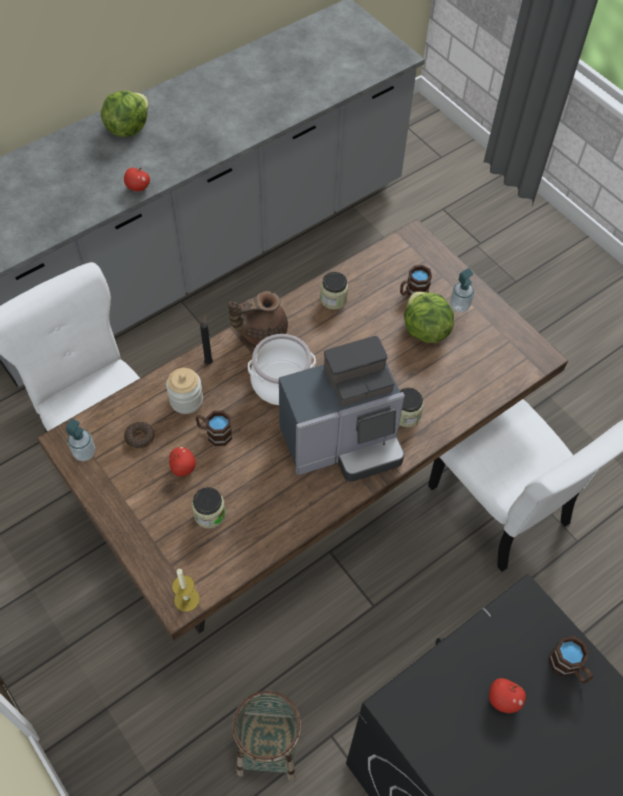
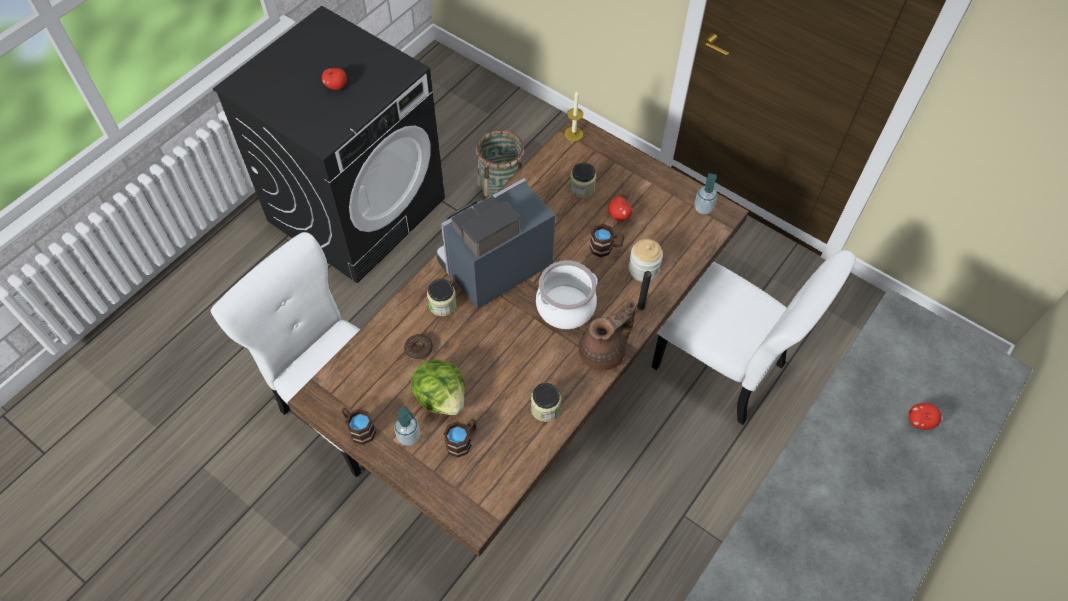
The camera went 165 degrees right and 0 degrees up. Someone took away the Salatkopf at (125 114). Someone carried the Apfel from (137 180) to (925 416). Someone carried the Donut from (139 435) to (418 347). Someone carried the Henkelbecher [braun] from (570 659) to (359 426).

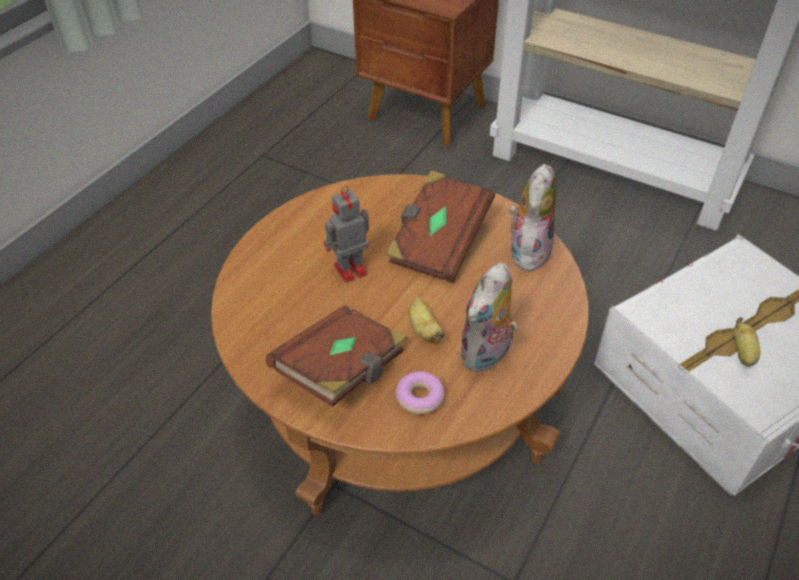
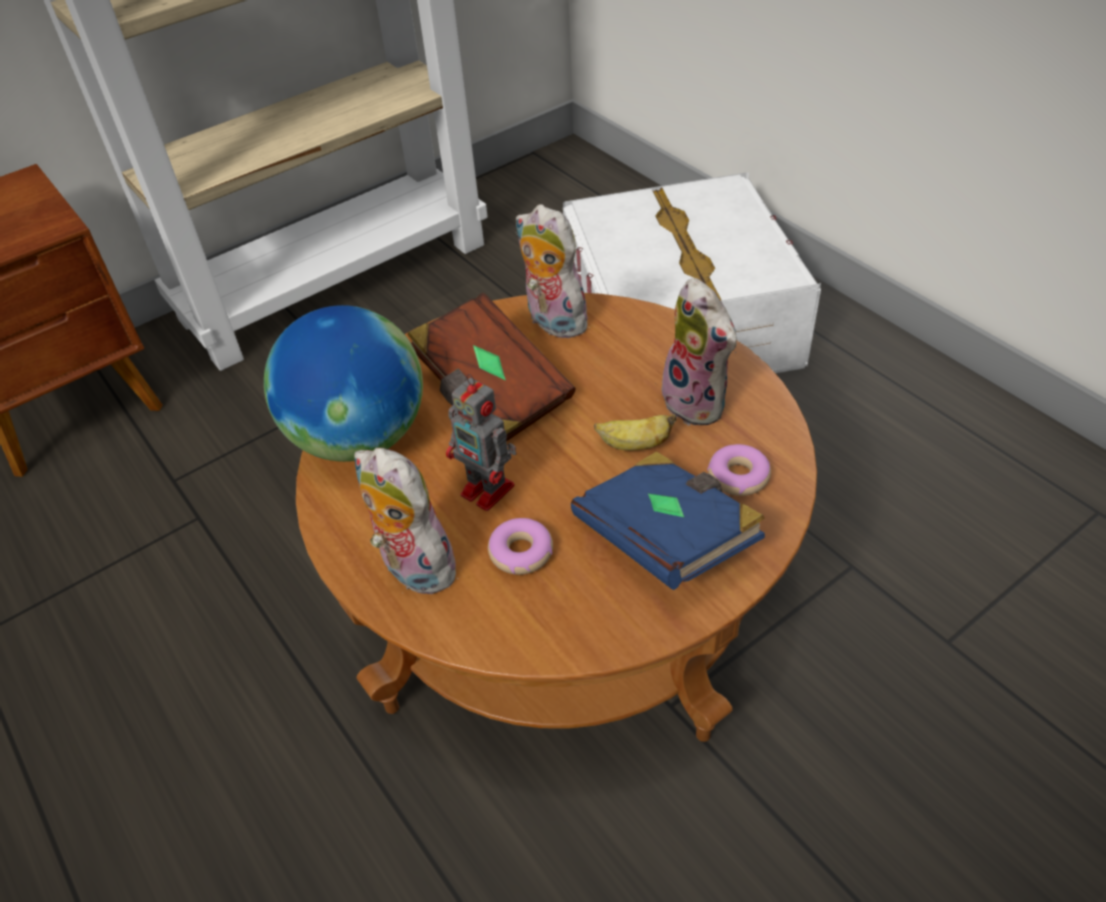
The camera went 65 degrees left and 0 degrees up. Someone rotated the Spielzeugroboter at (346 234) by 45 degrees counterclockwise. Someone repainted the Buch [braun] at (337 356), which became the Buch [blau] at (668 520). Someone took away the Banane at (747 342). Someone put down the Globus at (343 383). Someone put down the Plüschtier at (409 521). Someone put down the Donut at (520 546).

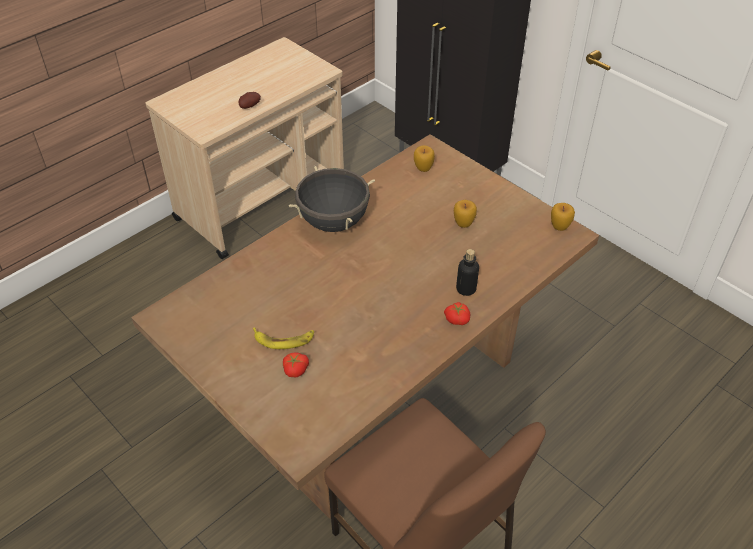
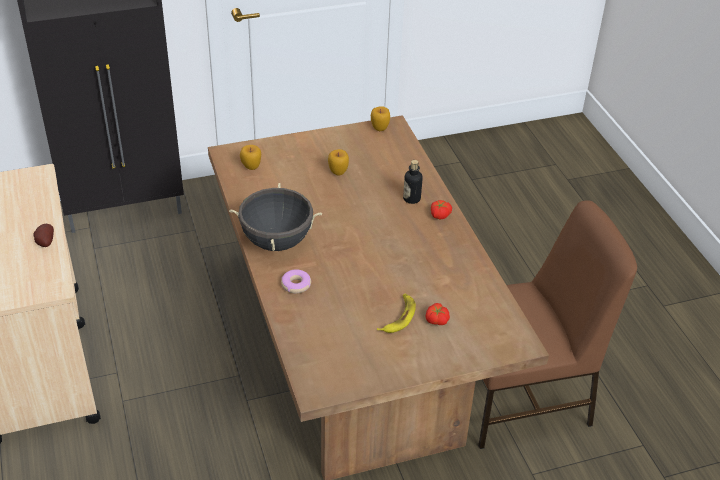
The camera went 65 degrees left and 5 degrees down. Someone put down the Donut at (296 281).

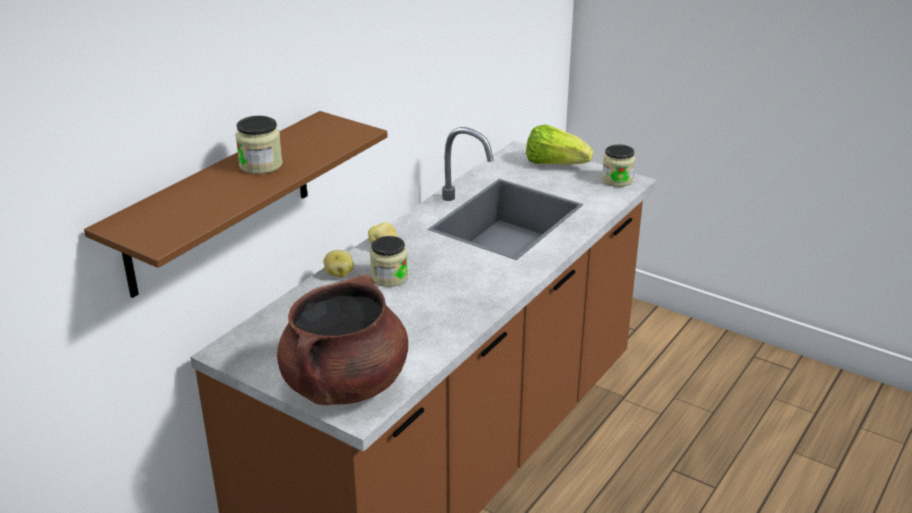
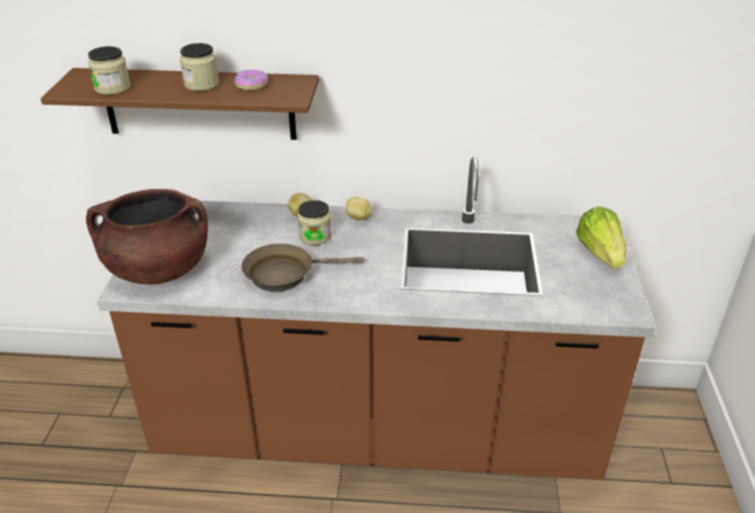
The camera went 60 degrees right and 5 degrees up. Someone carried the Vorratsglas from (618 165) to (109 70). Someone put down the Donut at (251 80). Someone put down the Pfanne [braun] at (303 267).

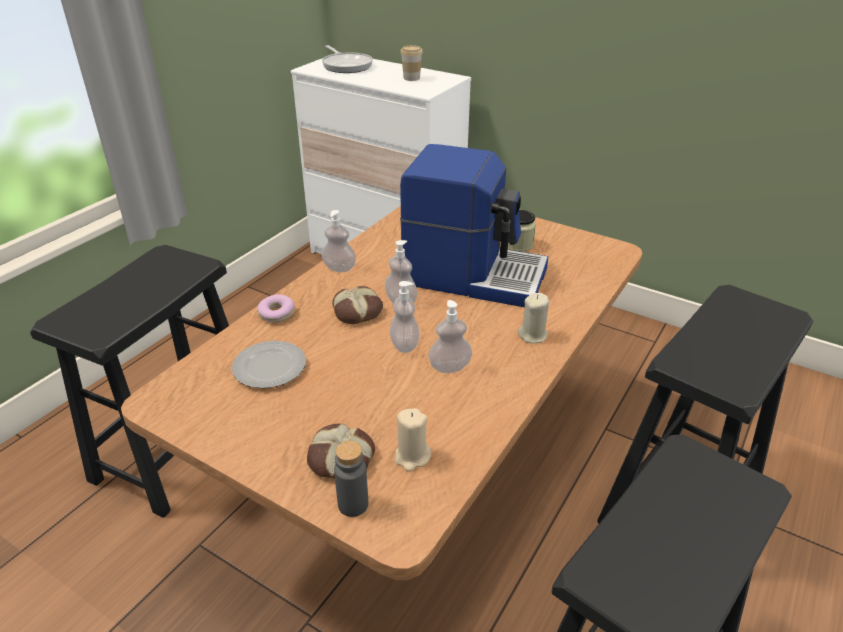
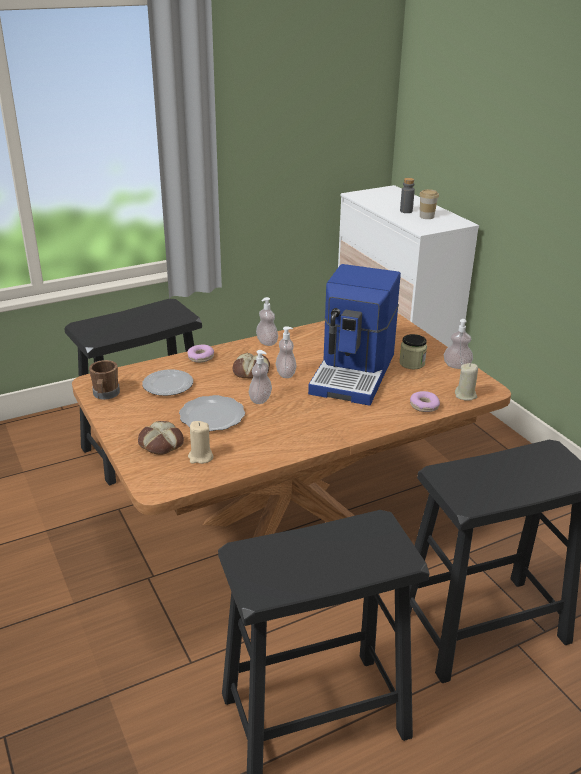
The camera went 30 degrees right and 5 degrees down. Someone took away the Pfanne at (347 59). Someone rotated the Kaffeemaschine at (474 225) by 60 degrees clockwise. Someone carried the Kerze [beige] from (533 318) to (466 382). Someone carried the Seifenspender from (450 336) to (458 344). Someone carried the Flasche [grau] from (351 479) to (407 195). Someone put down the Henkelbecher [braun] at (104 380). Someone put down the Donut at (425 401). Someone put down the Teller at (212 413).

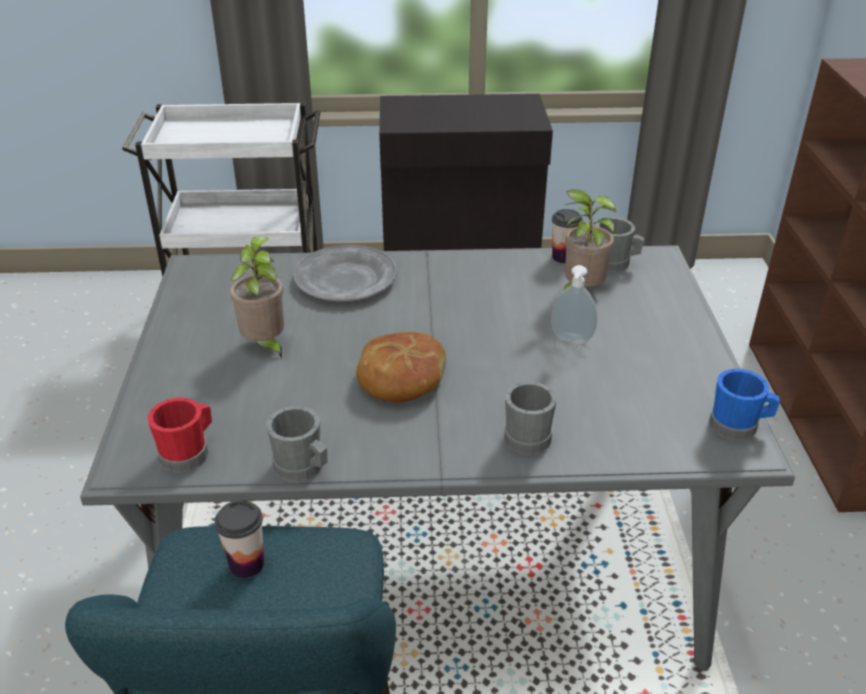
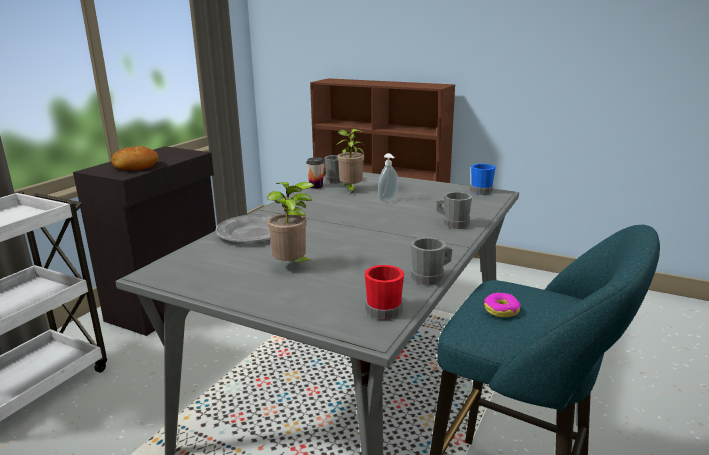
The camera went 60 degrees left and 15 degrees down. Someone carried the Brot from (401 367) to (134 158). Someone swapped the Tasse at (239 539) for the Donut at (502 305).

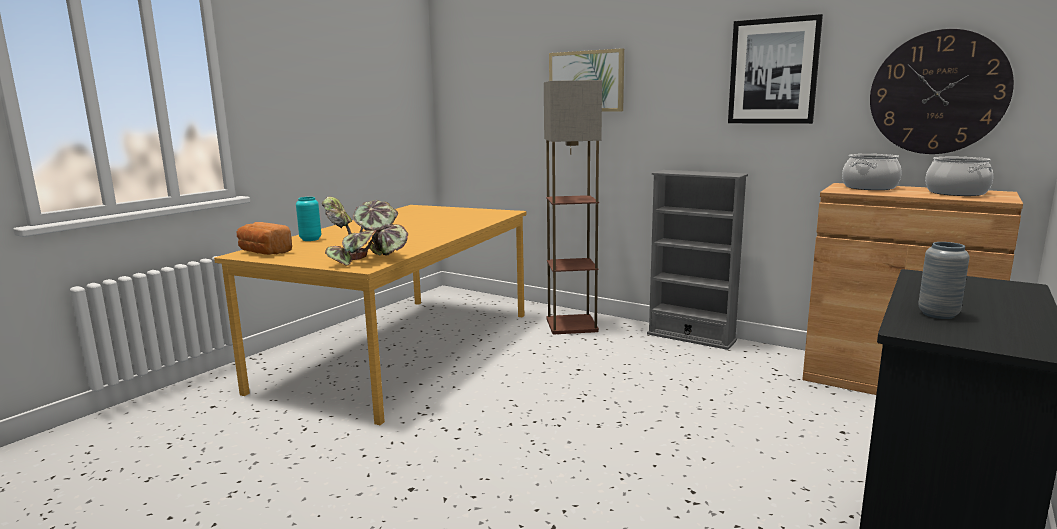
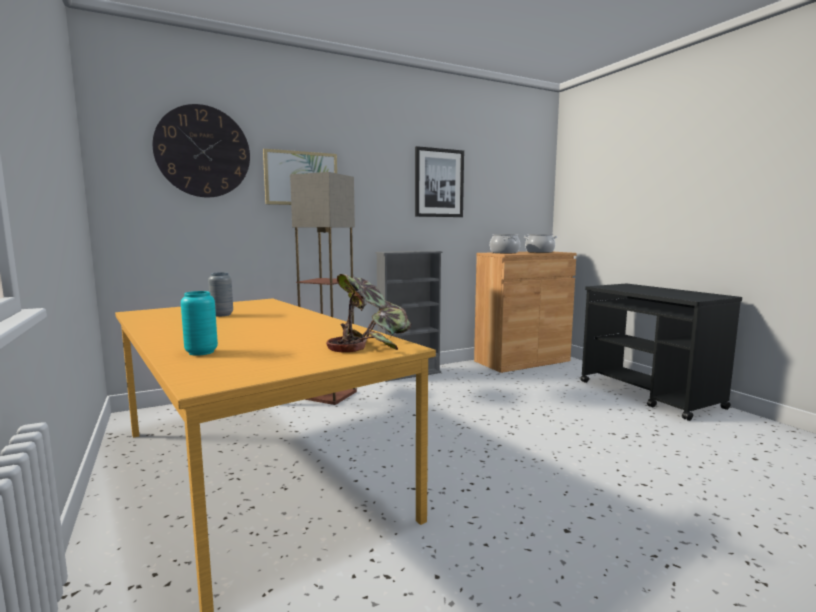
The camera went 60 degrees left and 5 degrees down. Someone carried the Wanduhr from (942 91) to (201 150). Someone took away the Brot at (264 238). Someone carried the Vase [grau] from (944 280) to (220 294).

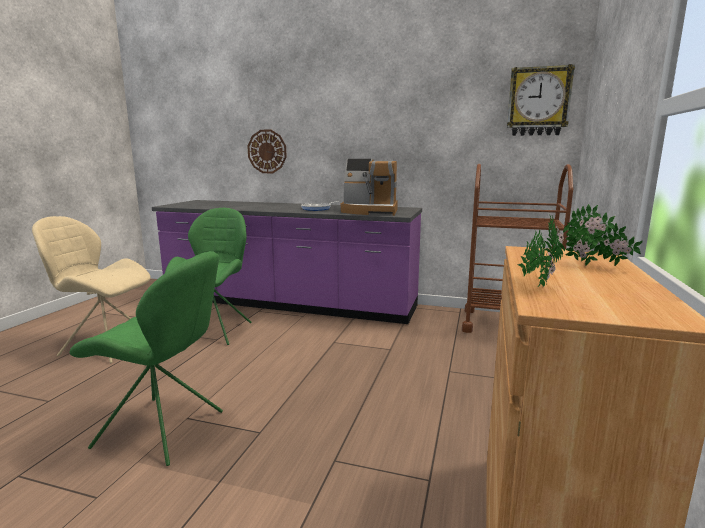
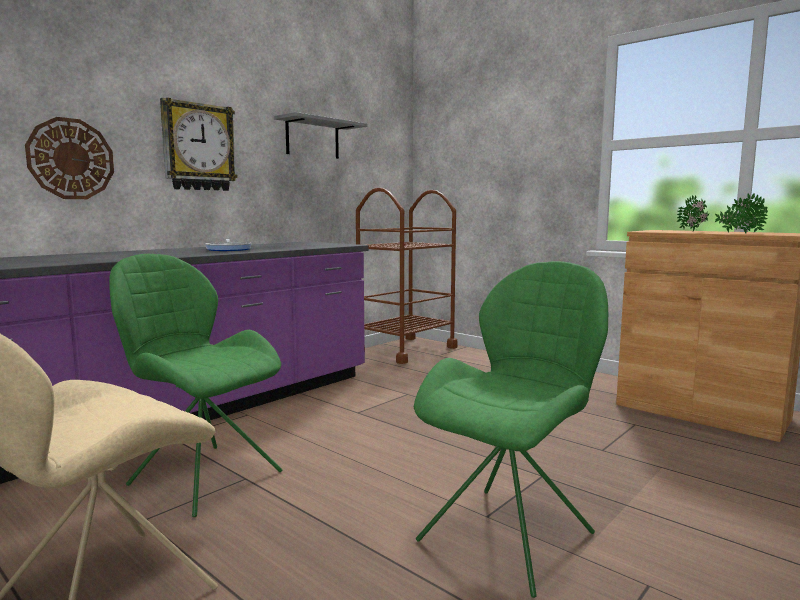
The camera went 65 degrees left and 5 degrees down. Someone carried the Wanduhr from (541 100) to (199 144). Someone took away the Kaffeemaschine at (369 187). Someone put up the Wandregal [grau] at (321 135).

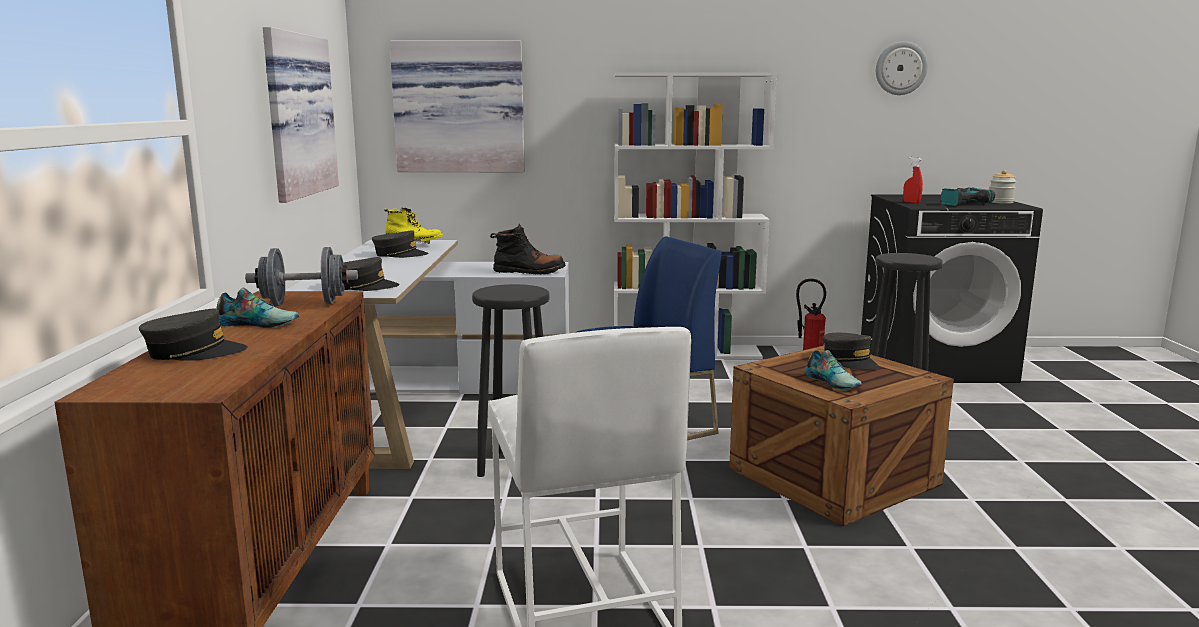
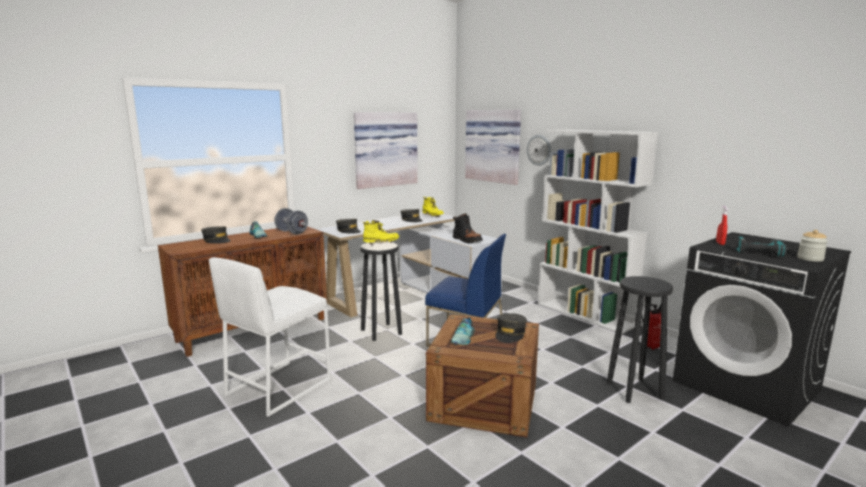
The camera went 50 degrees right and 0 degrees up. Someone carried the Wanduhr from (902 68) to (539 150). Someone put down the Stiefel [gelb] at (381 233).

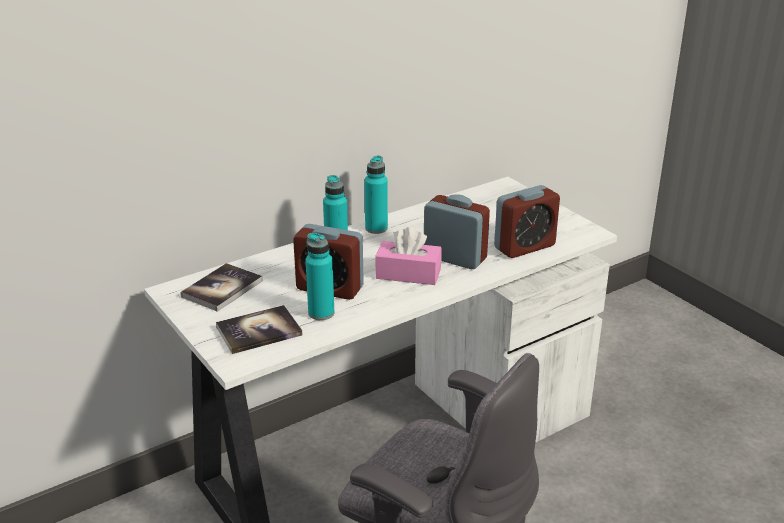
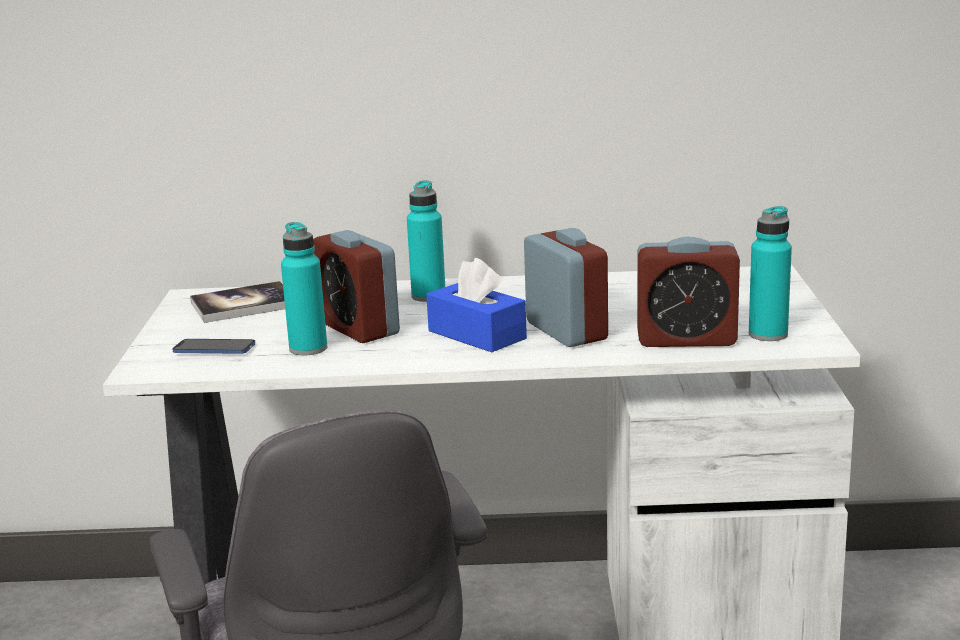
The camera went 35 degrees right and 10 degrees down. Someone carried the Flasche [türkis] from (376 195) to (770 273). Someone repainted the Taschentuchbox [rosa] at (408 256), which became the Taschentuchbox [blau] at (476 305). Someone swapped the Buch at (259 329) for the Handy at (214 346).

